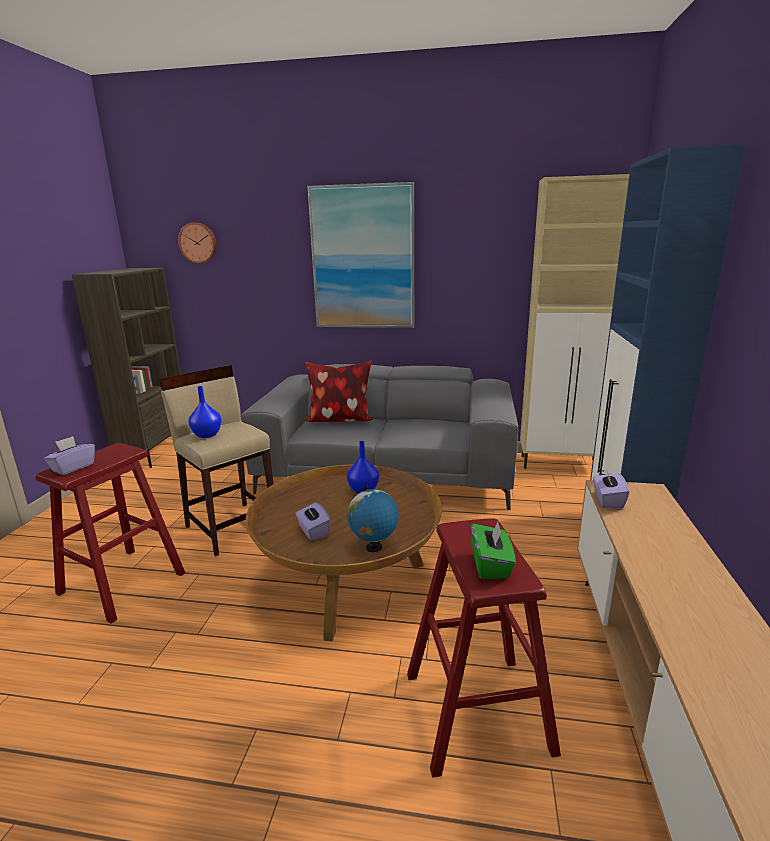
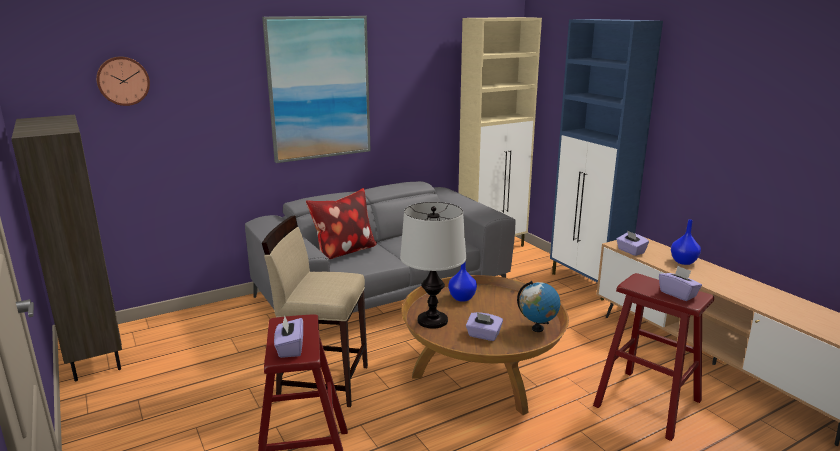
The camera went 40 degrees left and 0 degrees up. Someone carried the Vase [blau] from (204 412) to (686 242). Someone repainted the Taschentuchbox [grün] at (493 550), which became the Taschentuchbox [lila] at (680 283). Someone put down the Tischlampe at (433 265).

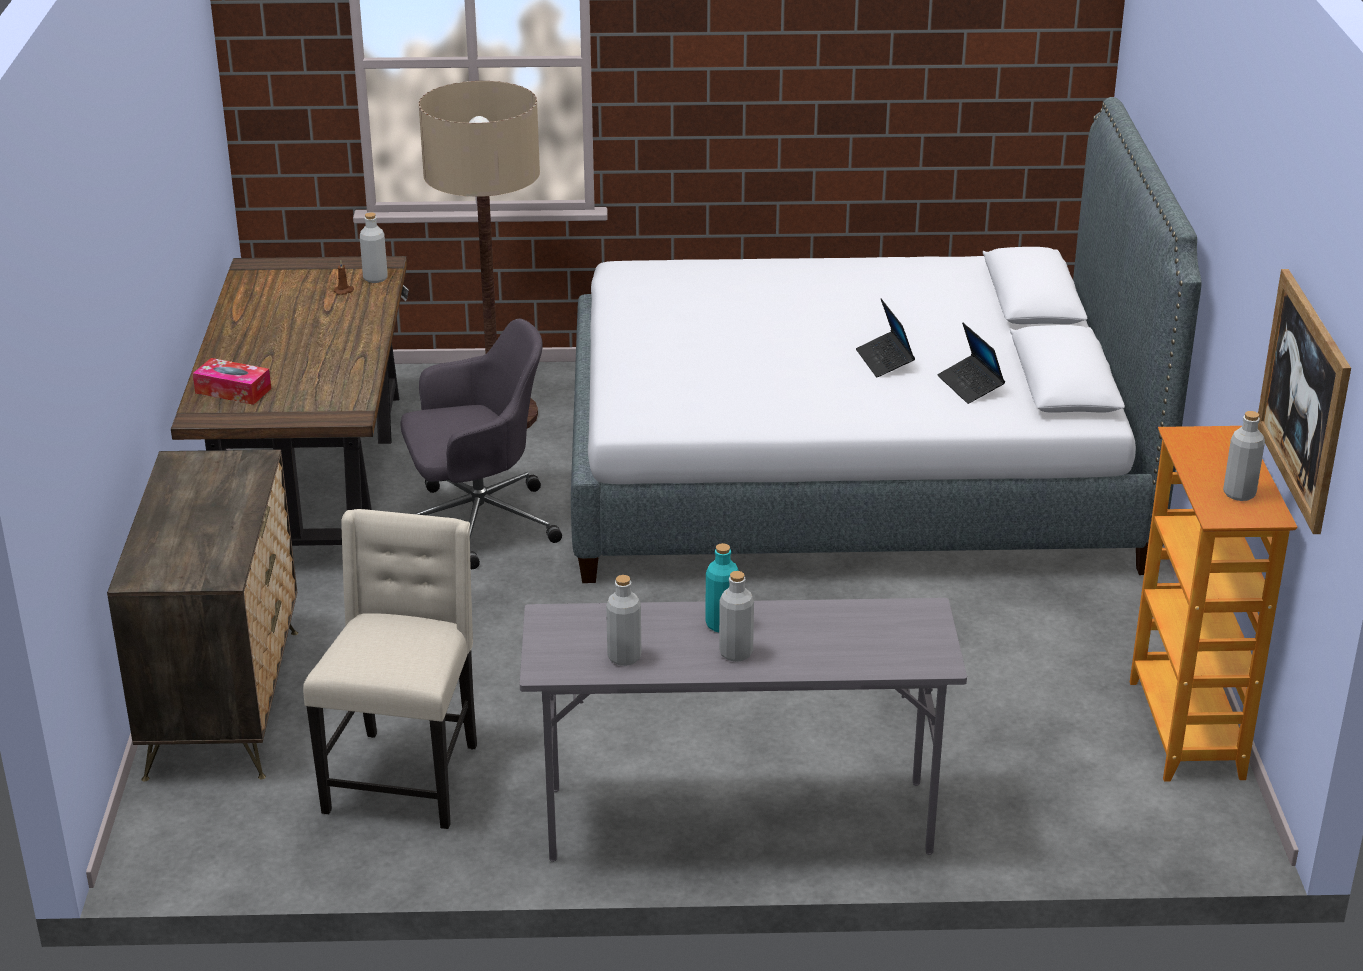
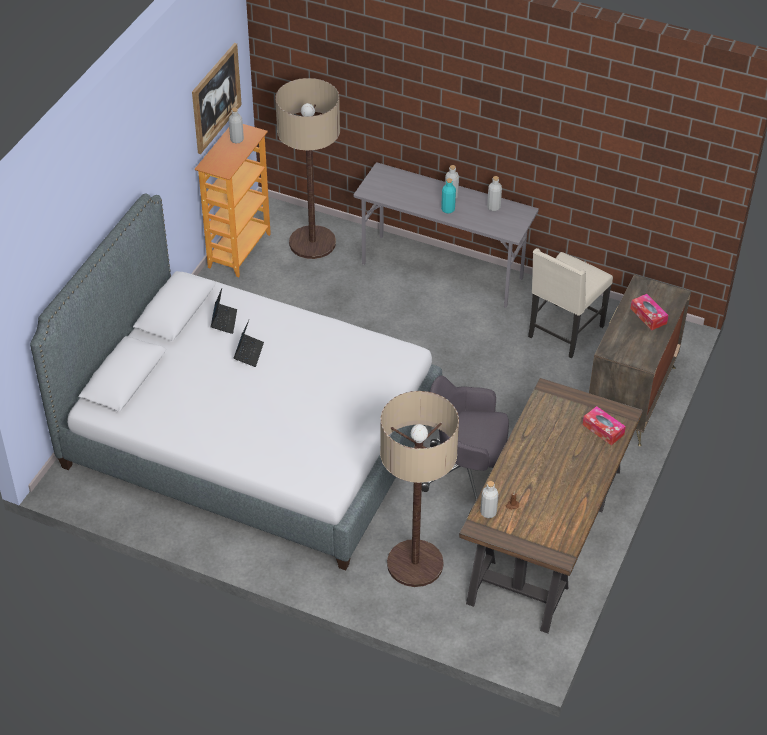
The camera went 155 degrees left and 15 degrees up. Someone put down the Stehlampe at (307 168). Someone put down the Taschentuchbox at (649 312).

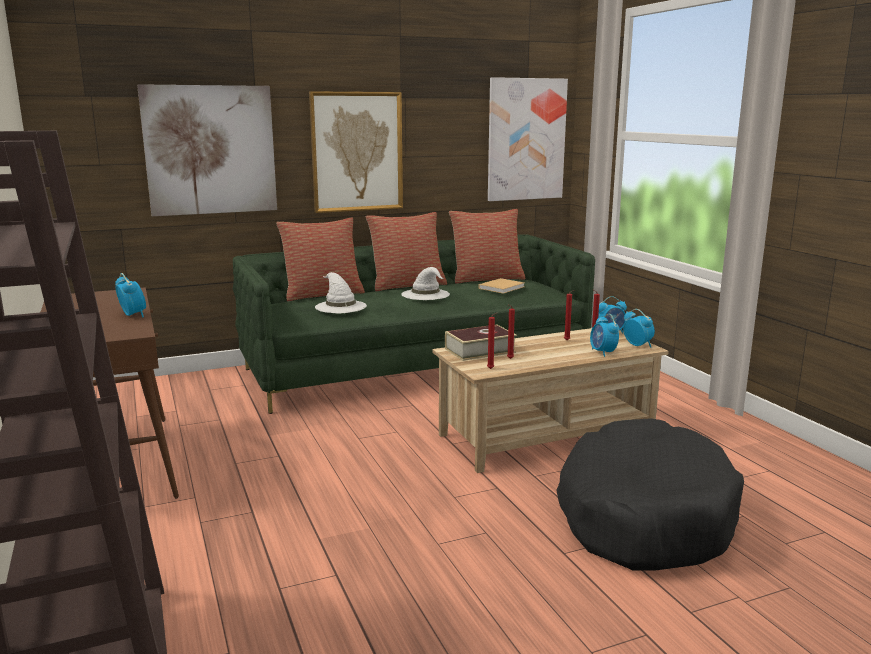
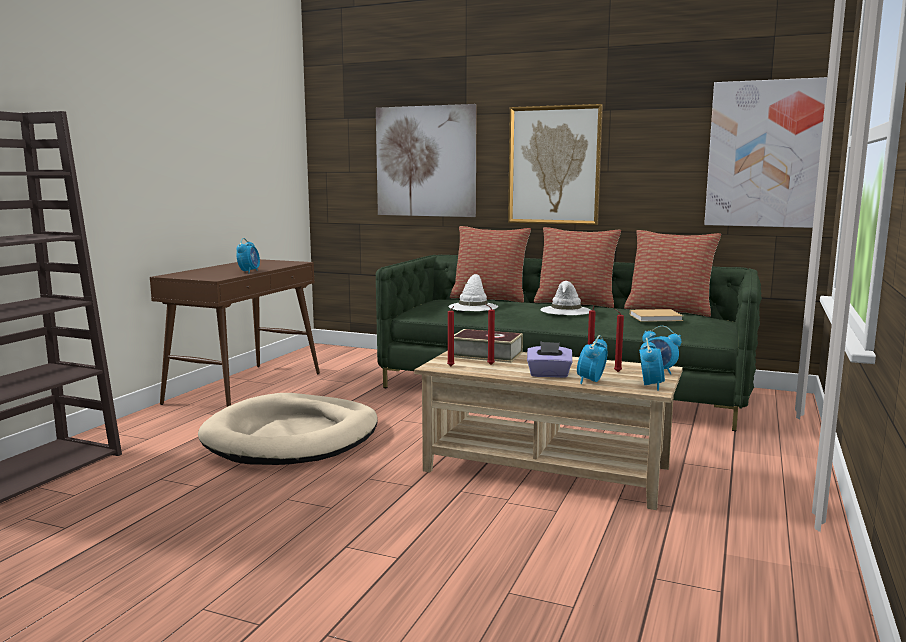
The camera went 45 degrees right and 5 degrees down. Someone took away the Hundebett [schwarz] at (650 494). Someone put down the Taschentuchbox [lila] at (549 359). Someone put down the Hundebett [beige] at (288 429).

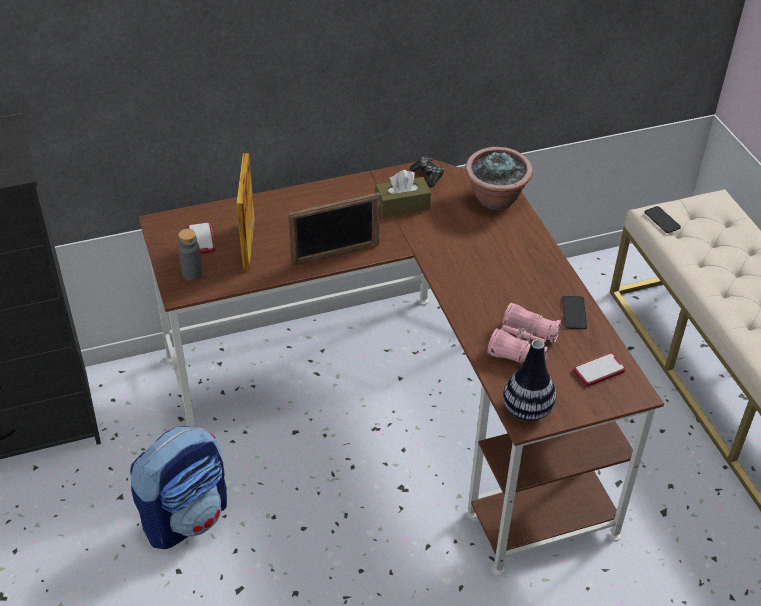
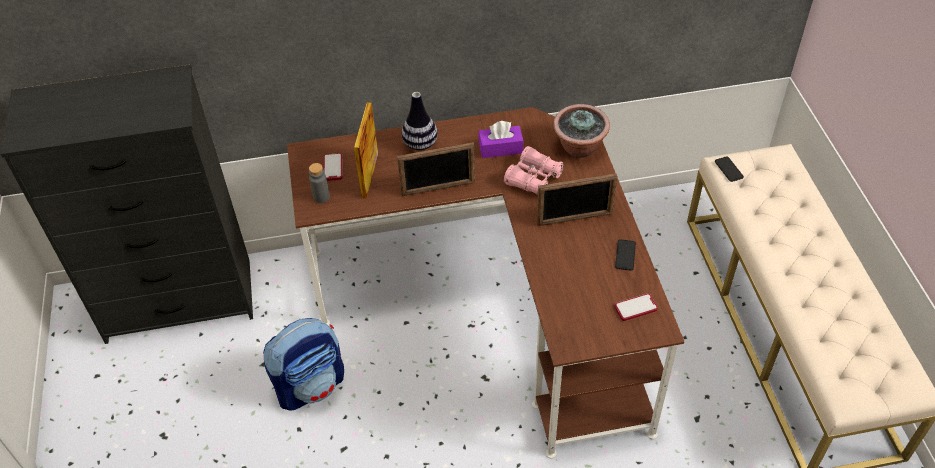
The camera went 10 degrees right and 5 degrees up. Someone took away the Gamepad at (427 171). Someone repainted the Taschentuchbox [braun] at (403 194), which became the Taschentuchbox [lila] at (501 139). Someone carried the Fernglas [rosa] from (524 333) to (534 170). Someone carried the Vase from (529 380) to (420 121). Someone put down the Bilderrahmen at (577 199).

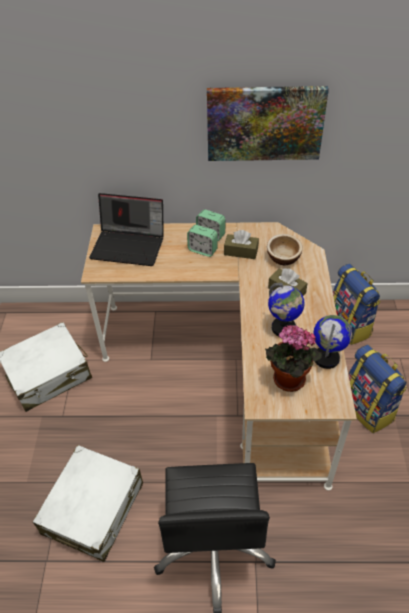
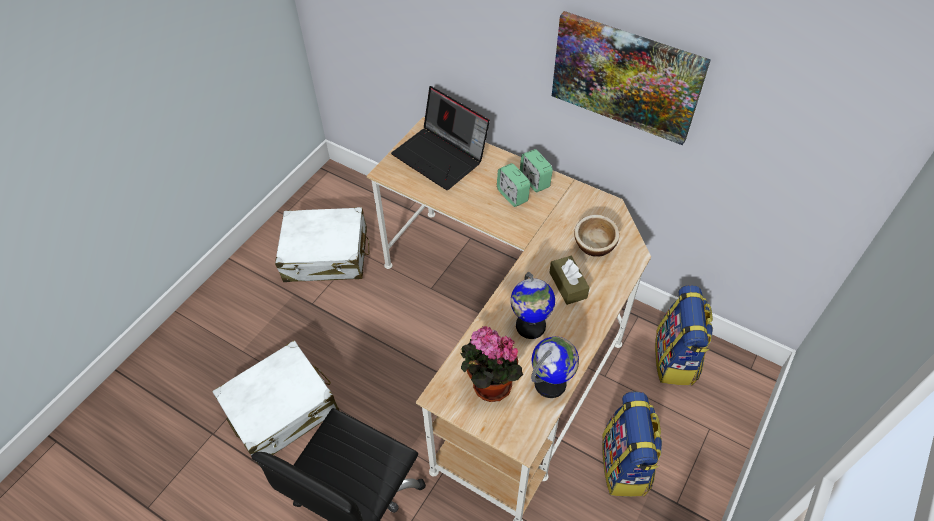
The camera went 30 degrees right and 5 degrees up. Someone took away the Taschentuchbox [braun] at (241 244).

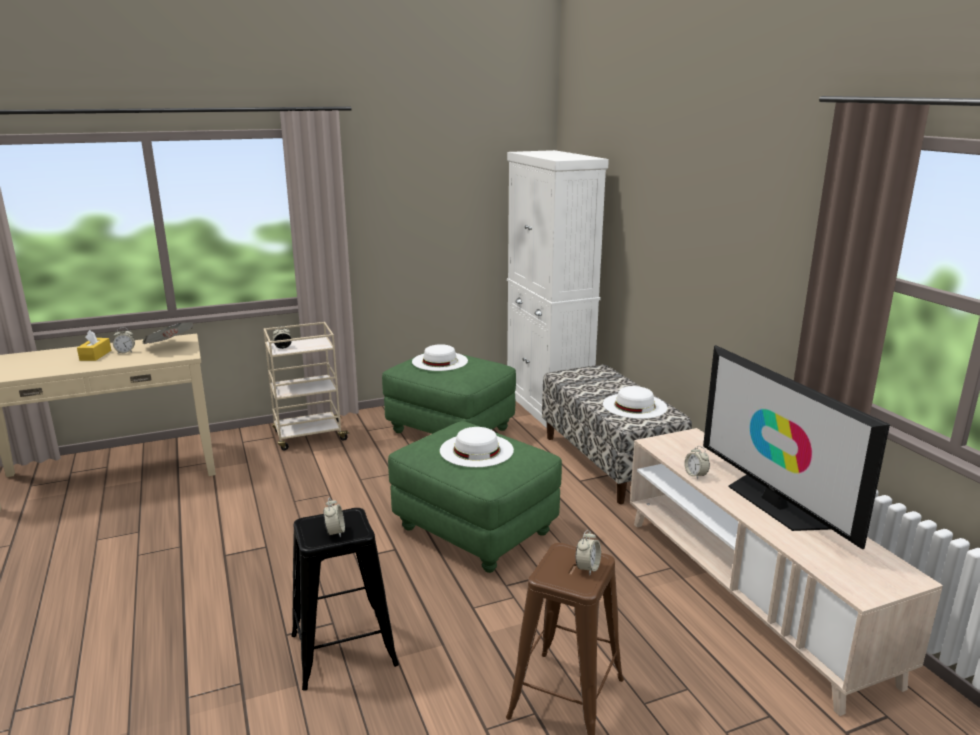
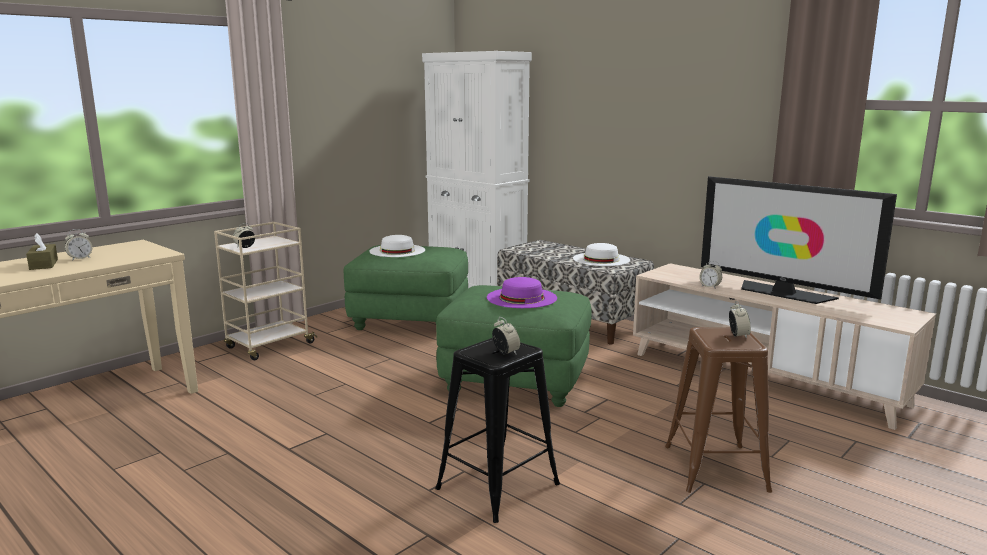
The camera went 25 degrees left and 5 degrees down. Someone took away the Zeitung at (167 333). Someone repainted the Taschentuchbox [gelb] at (94 345), which became the Taschentuchbox [braun] at (42 251). Someone repainted the Hut [weiß] at (477 447), which became the Hut [lila] at (522 292).

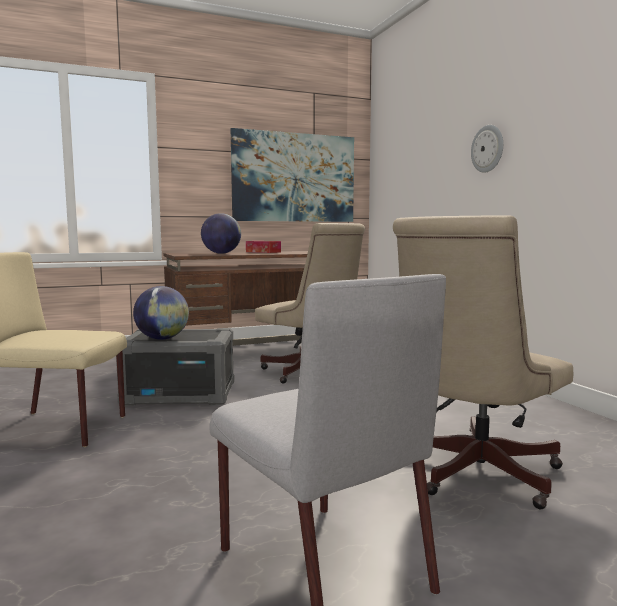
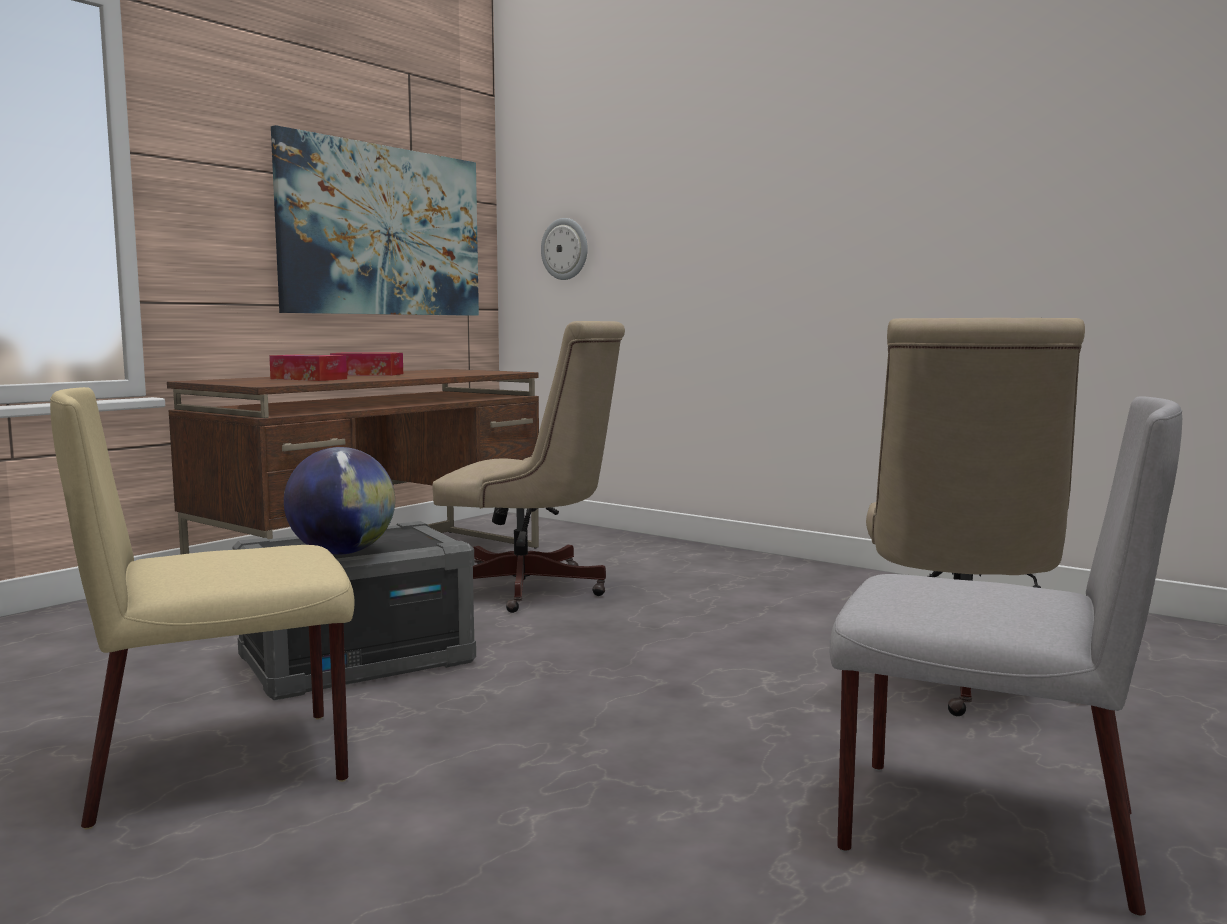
The camera went 30 degrees left and 0 degrees up. Someone carried the Wanduhr from (487 149) to (564 249). Someone swapped the Globus at (221 233) for the Taschentuchbox at (308 368).

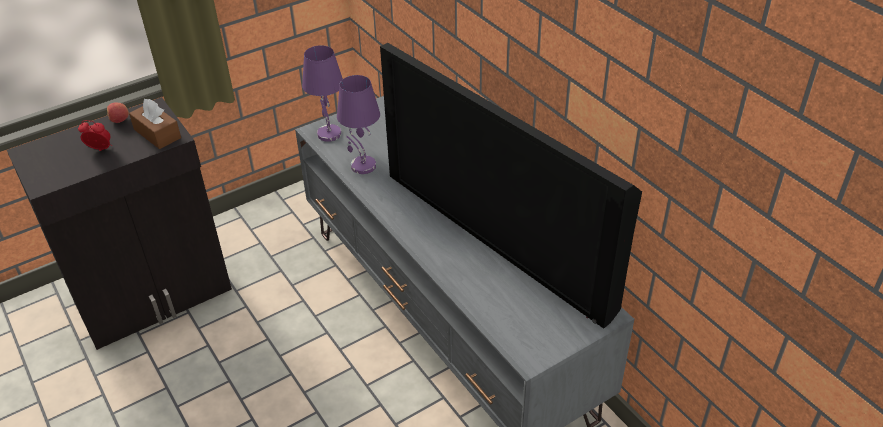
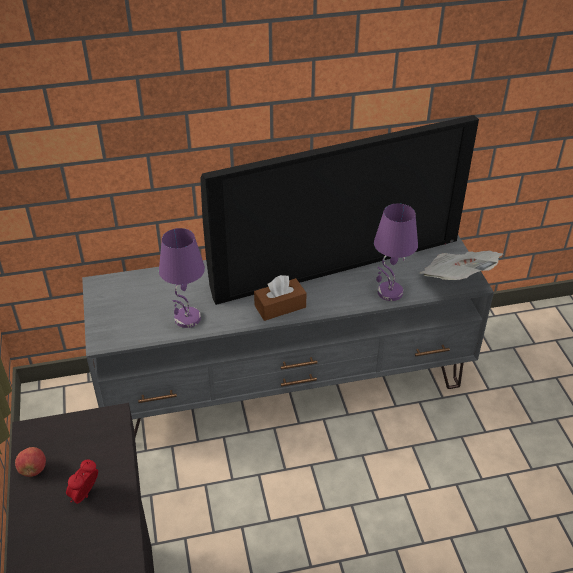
The camera went 70 degrees left and 0 degrees up. Someone carried the Tischlampe [lila] from (322 93) to (396 252). Someone carried the Taschentuchbox [braun] from (155 124) to (280 298). Someone put down the Zeitung at (461 265).

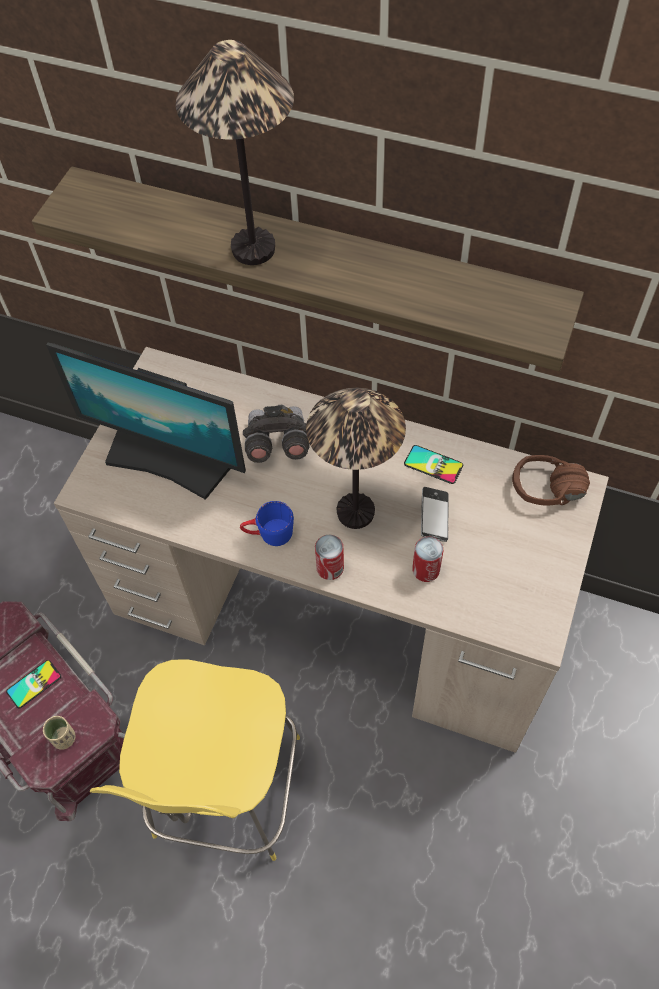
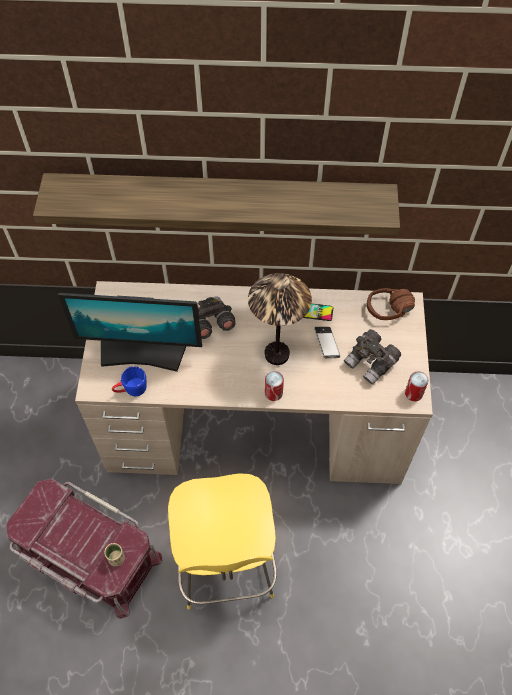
The camera went 20 degrees left and 0 degrees up. Someone took away the Tischlampe at (235 152). Someone carried the Henkelbecher [blau] from (267 523) to (129 381). Someone carried the Dose from (427 559) to (416 386). Someone took away the Handy at (33 684). Someone put down the Fernglas [grau] at (372 357).

